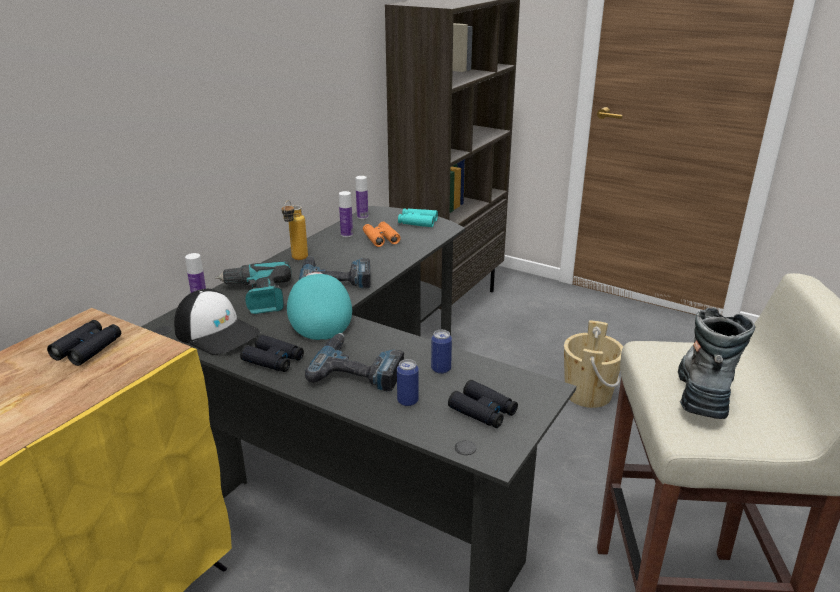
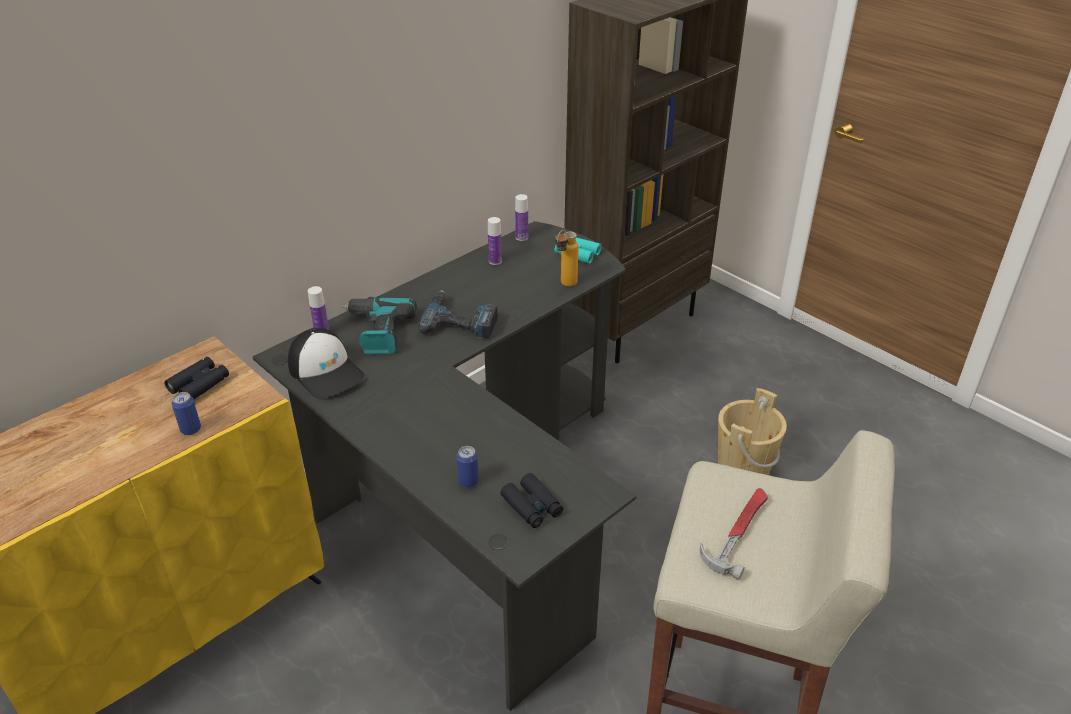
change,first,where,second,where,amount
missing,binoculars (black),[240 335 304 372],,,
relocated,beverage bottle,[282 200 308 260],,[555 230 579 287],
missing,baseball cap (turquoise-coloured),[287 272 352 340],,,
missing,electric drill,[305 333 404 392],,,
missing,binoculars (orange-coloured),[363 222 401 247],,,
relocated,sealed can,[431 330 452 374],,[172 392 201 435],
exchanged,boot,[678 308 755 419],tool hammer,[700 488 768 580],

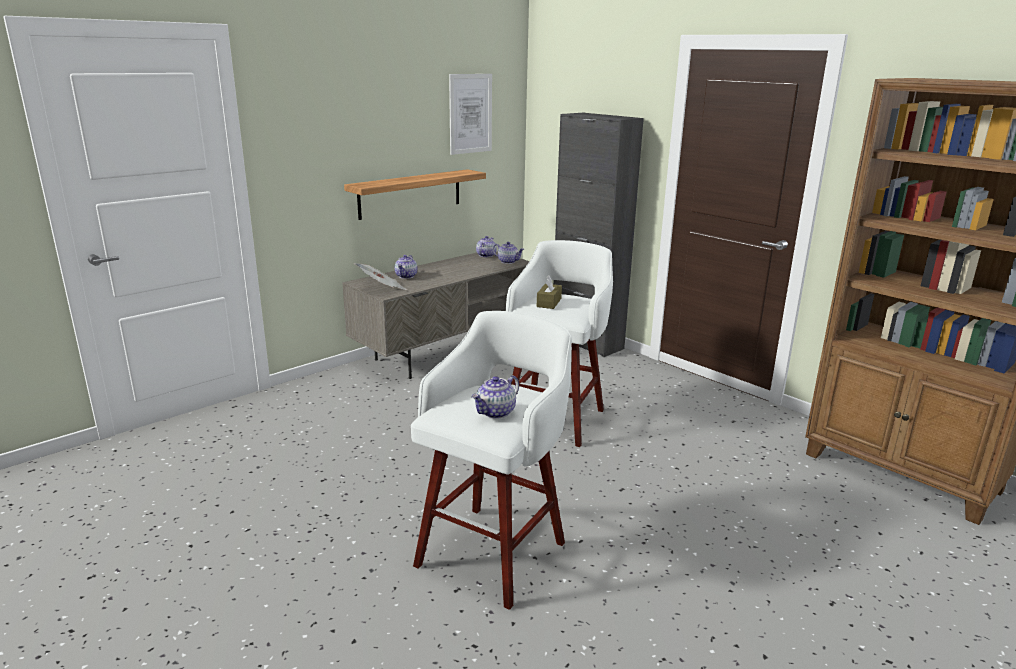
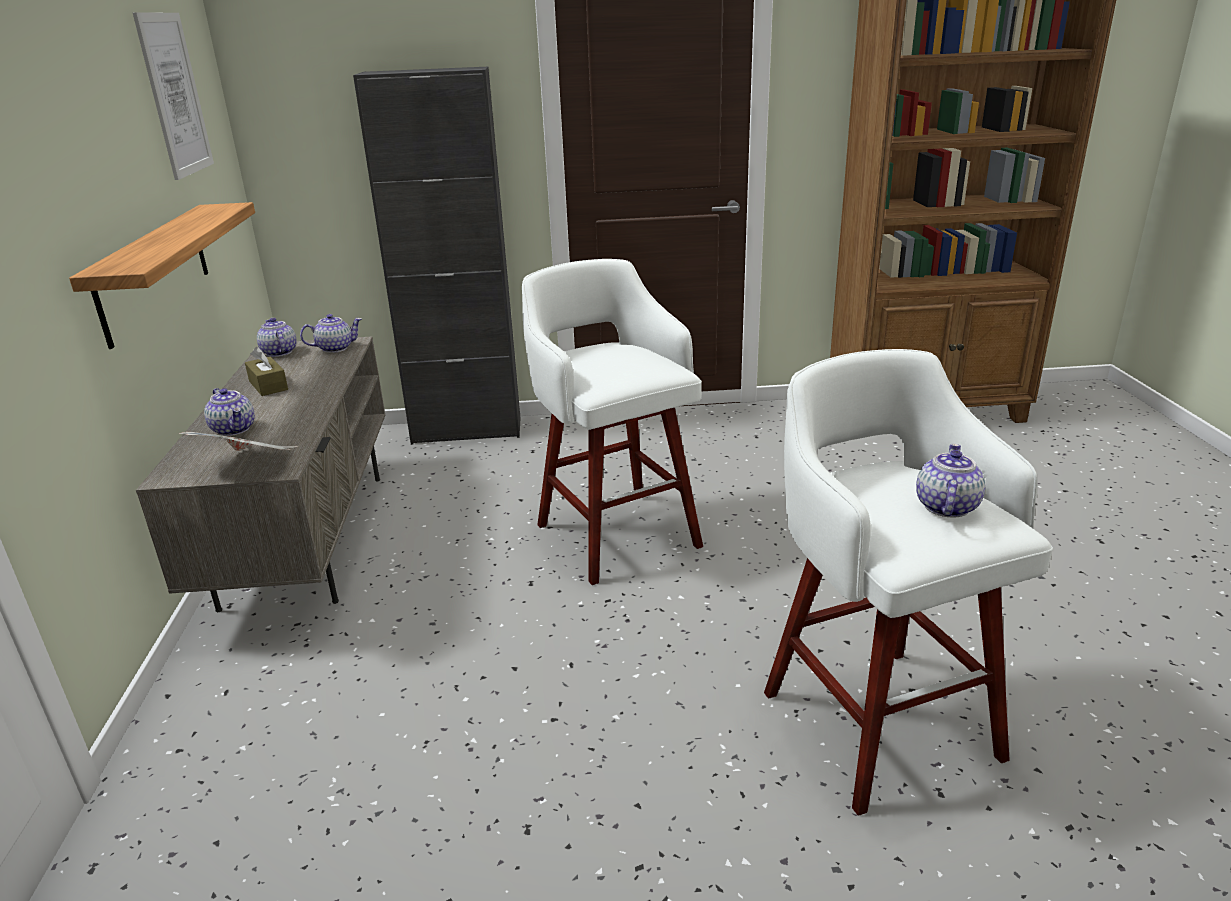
change,first,where,second,where,amount
spun,pot for tea,[472 375 519 419],,[916 443 986 517],150 degrees counterclockwise
relocated,box of tissues (brownish),[537 276 562 309],,[245 347 288 396],

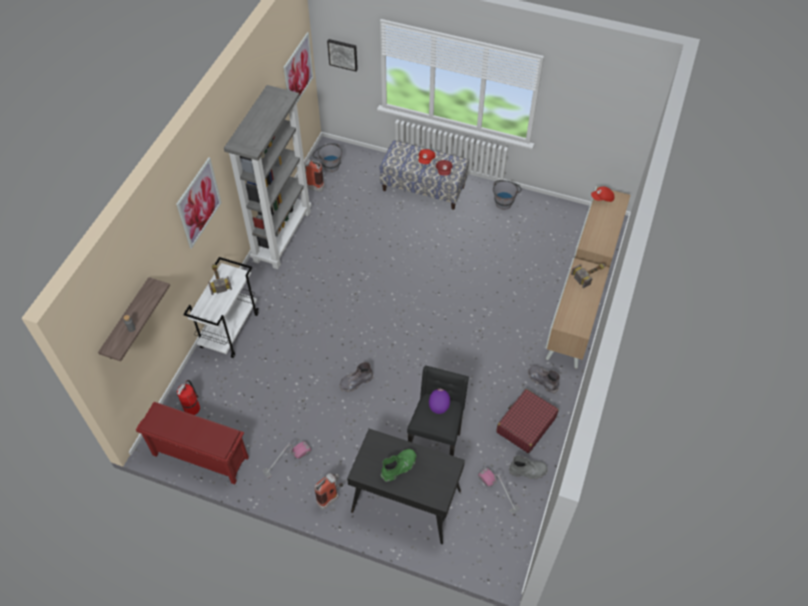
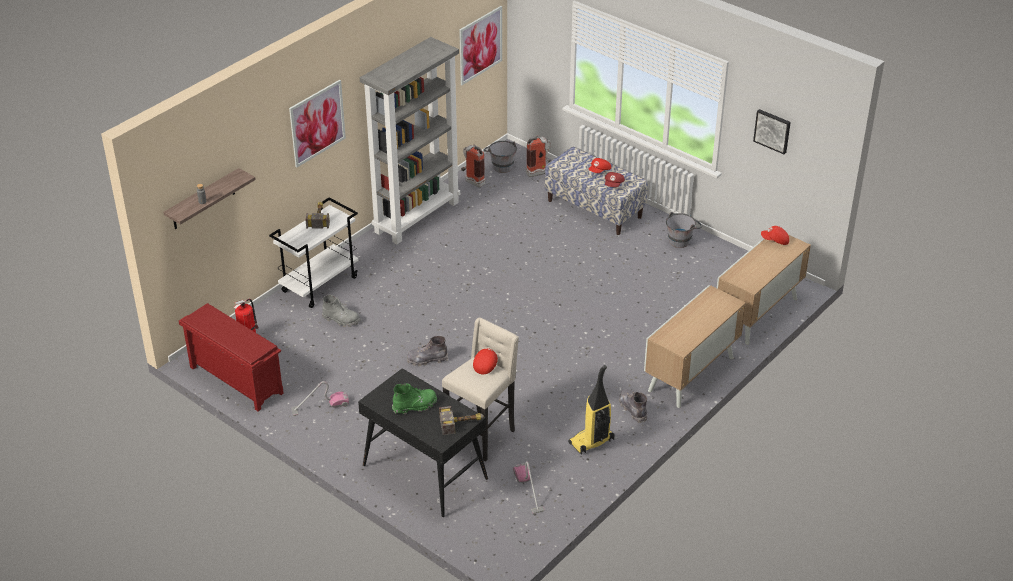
change,first,where,second,where,amount
relocated,extinguisher,[314 473 343 510],,[526 135 552 177],
relocated,wall picture,[327 39 358 71],,[753 109 791 154],
colour,stool seat (black),[407 365 469 456],stool seat (beige),[442 317 519 462],
colour,baseball cap (purple),[429 388 450 414],baseball cap (red-coloured),[473 348 498 374],
exchanged,travel case (red-coloured),[496 389 559 453],vacuum cleaner,[568 365 615 455],
relocated,boot (greyish),[509 455 548 479],,[322 295 360 327],
relocated,tool hammer,[571 264 605 288],,[439 406 484 435],

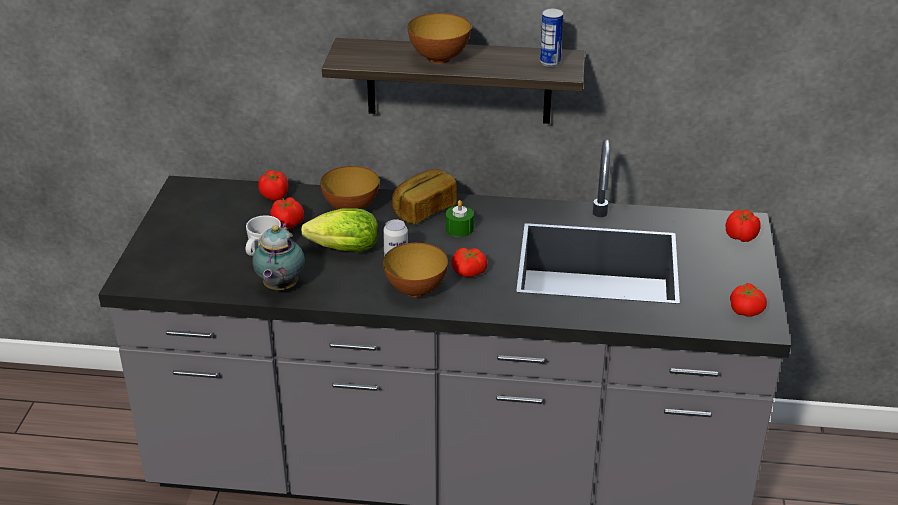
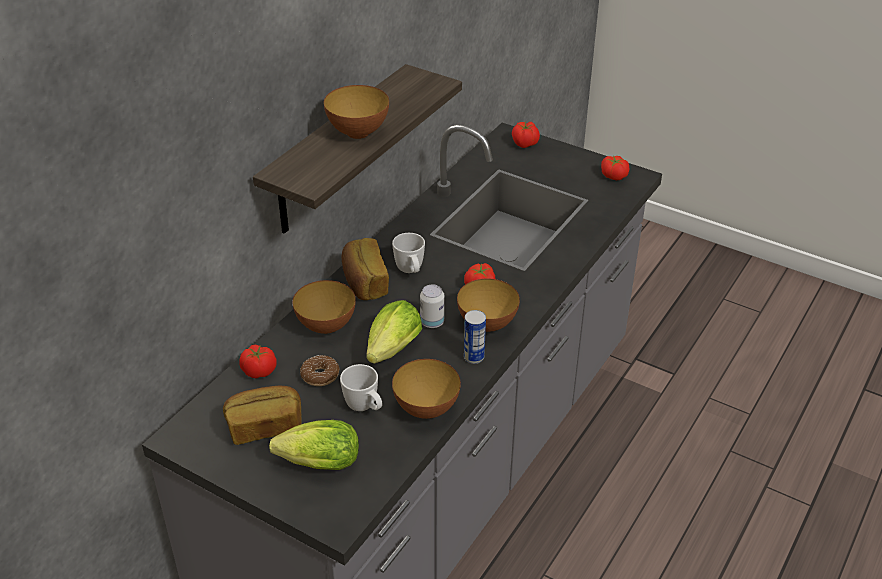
change,first,where,second,where,amount
exchanged,pot for tea,[252 223 305 290],deep dish,[392 359 461 419],
exchanged,tomato,[270 197 304 229],doughnut,[300 355 340 386],
exchanged,wax candle (green),[446 200 474 237],tea mug (white),[392 233 425 273],
relocated,sealed can,[540 9 563 67],,[464 310 486 364],
appeared,,,bread,[223 386 302 445],
appeared,,,lettuce,[269 420 359 470],

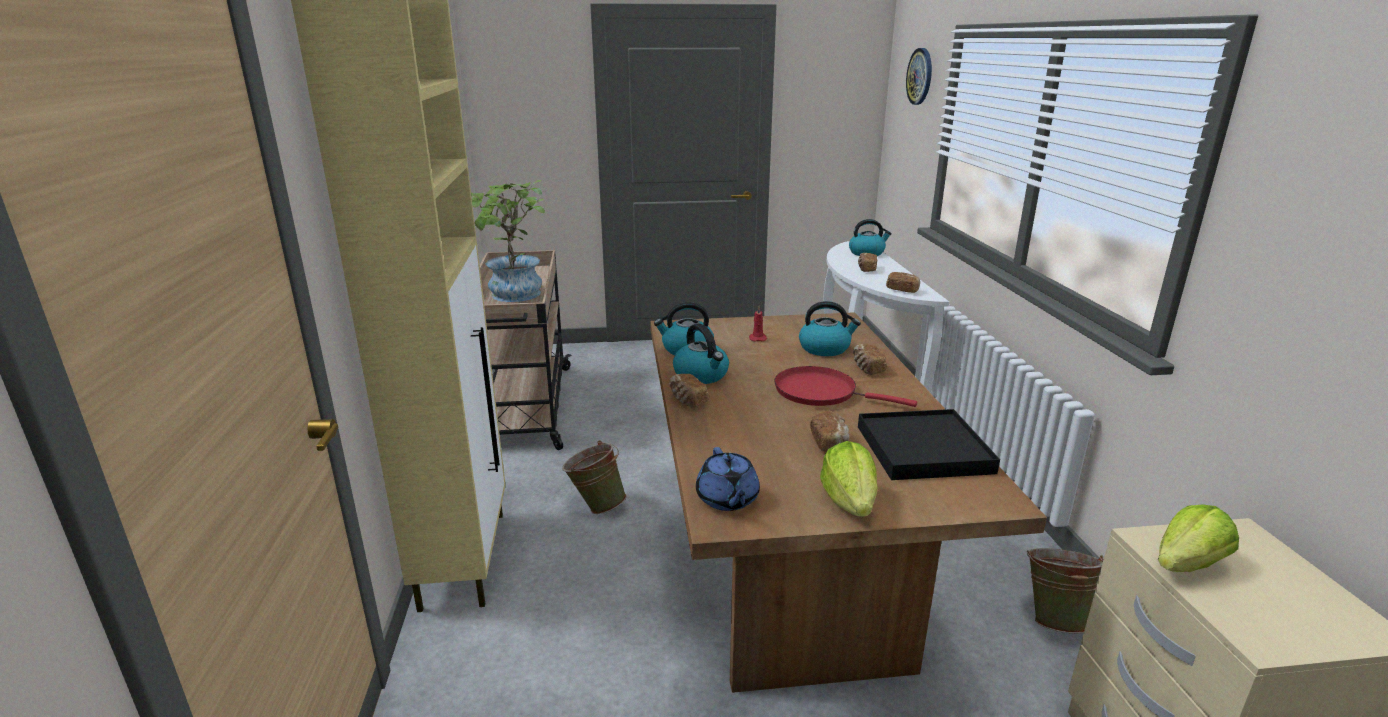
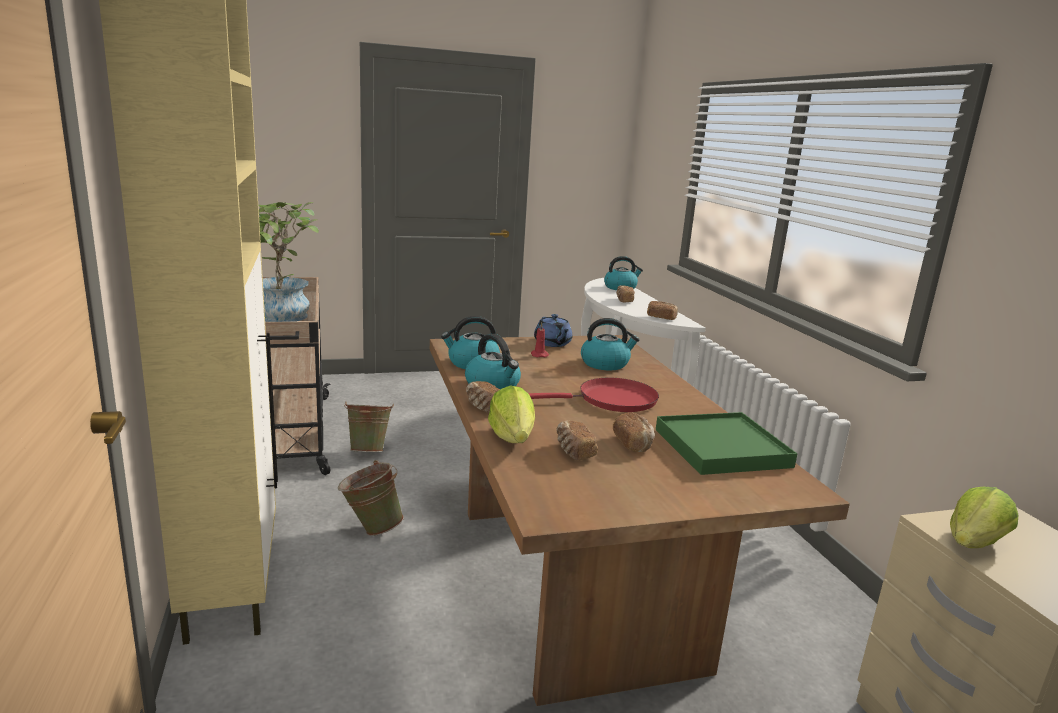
change,first,where,second,where,amount
relocated,pot for tea (bluish),[696 447 760 511],,[534 314 572 347],
spun,frying pan (red-coloured),[774 366 917 407],,[528 378 659 412],150 degrees clockwise
relocated,lettuce,[820 441 878 517],,[488 385 535 443],
relocated,bread,[853 344 887 375],,[556 421 598 461],
colour,serving tray (black),[858 409 1000 480],serving tray (green),[656 412 798 475],
missing,hanging clock,[906 48 932 105],,,
relocated,bucket (green),[1027 548 1104 634],,[344 401 394 452],

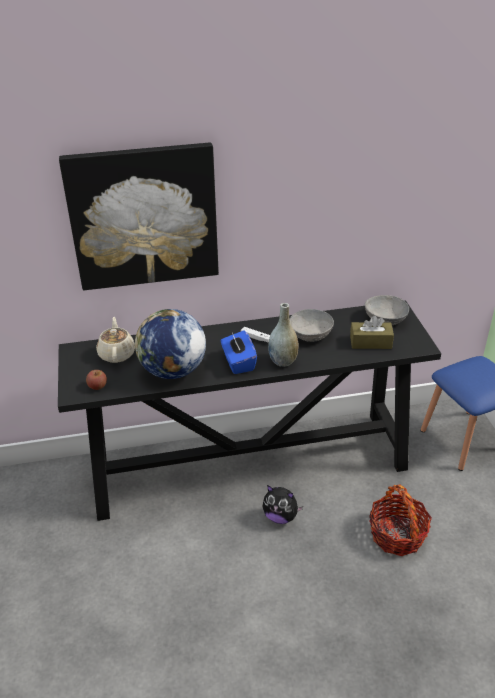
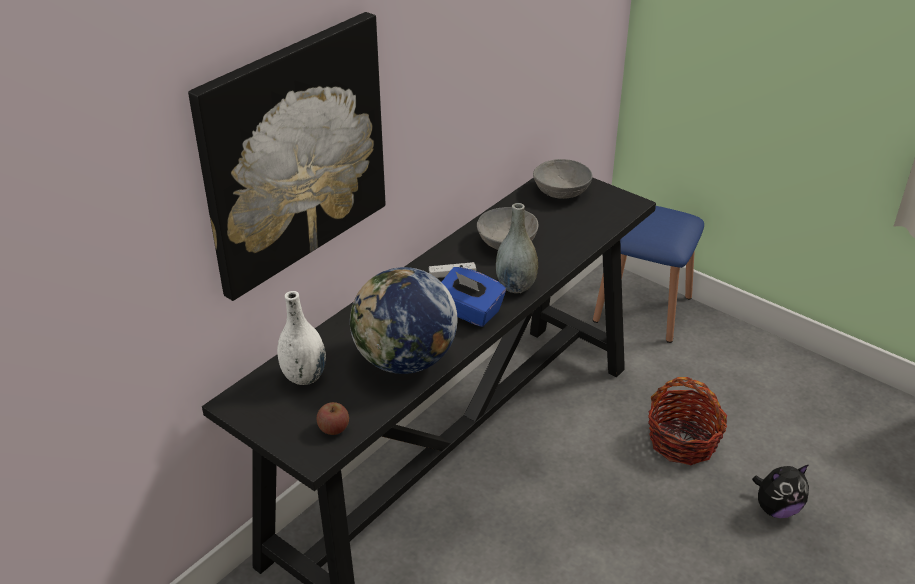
change,first,where,second,where,amount
exchanged,pot for tea (beige),[96 317 135 363],decorative vase (white),[277 291 326 385],
relocated,cuddly toy,[262 485 303 524],,[752 464 809 518],
missing,box of tissues (brownish),[350 315 394 349],,,

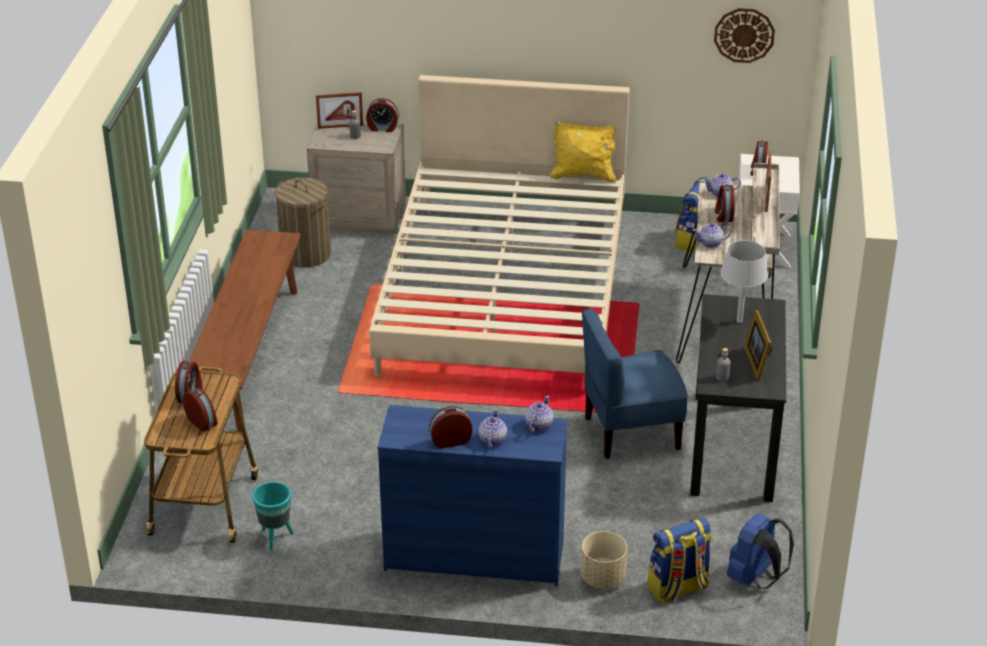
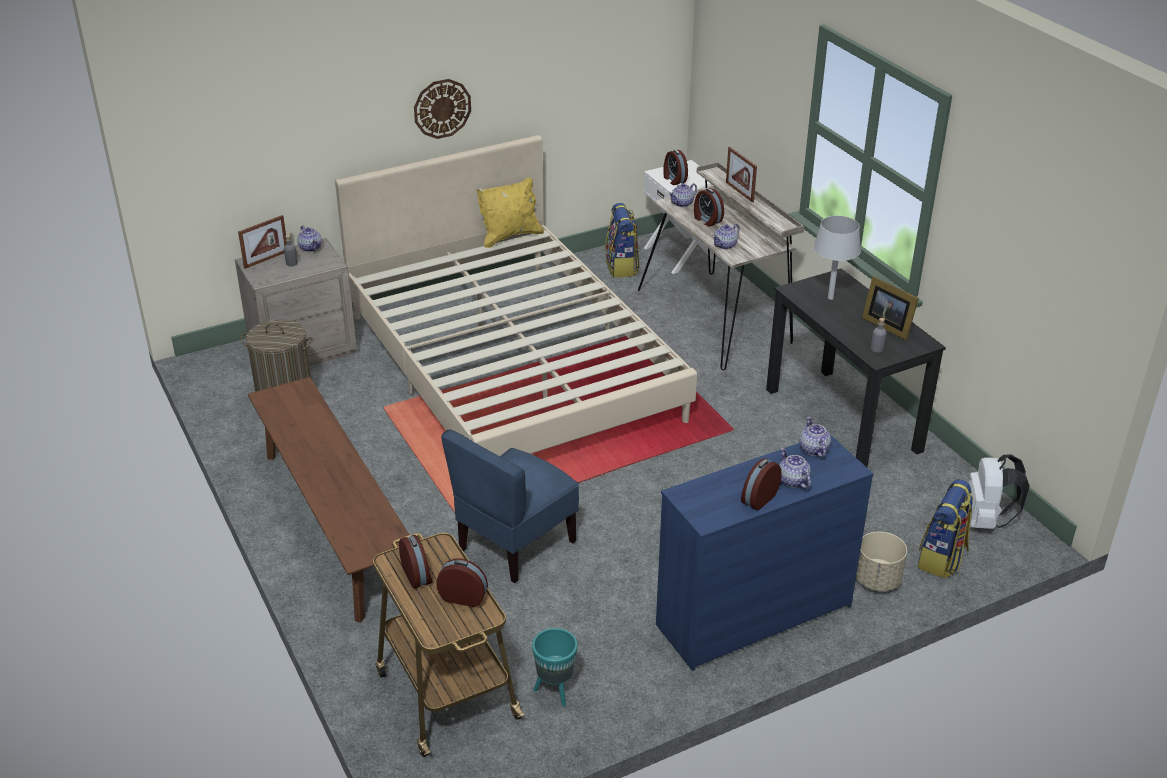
change,first,where,second,where,amount
exchanged,alarm clock,[366 98 399 132],pot for tea,[297 226 322 252],
relocated,plain chair (bluish),[582 309 688 459],,[441 429 579 583],
relocated,hanging clock,[714 8 775 63],,[414 79 471 139],
colour,rucksack (bluish),[727 514 794 589],rucksack (white),[967 454 1029 529],

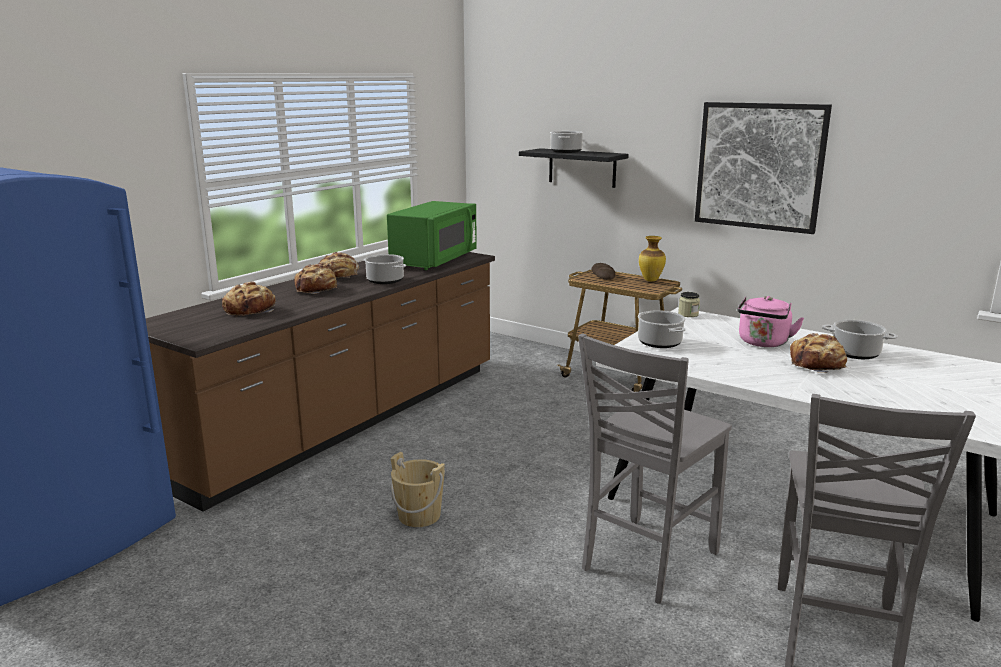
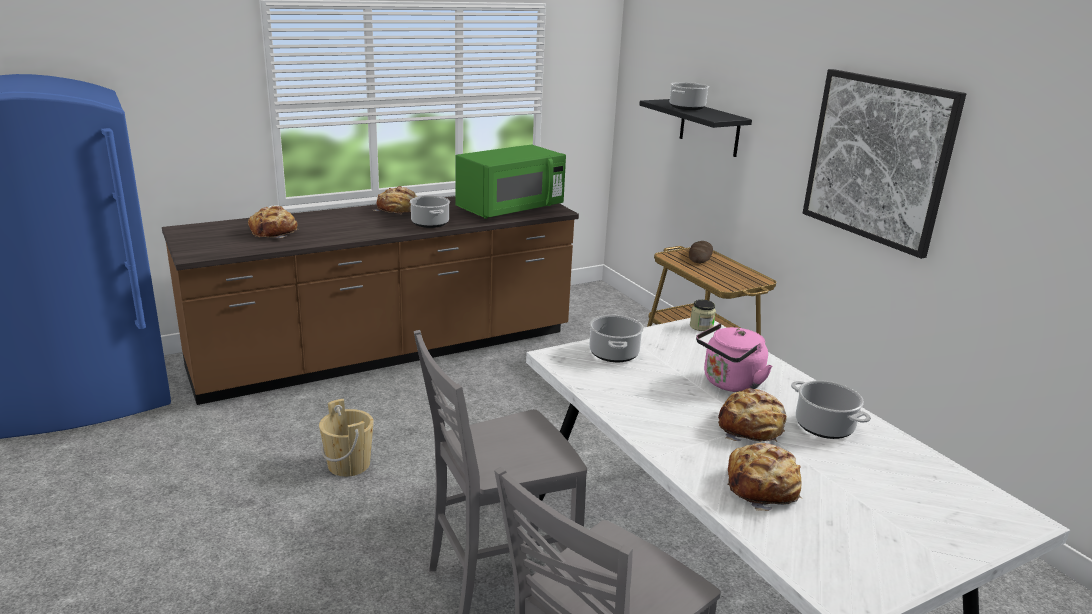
change,first,where,second,where,amount
relocated,bread,[294 264 337 294],,[727 443 803 511],
missing,decorative vase,[639 236 666 281],,,

